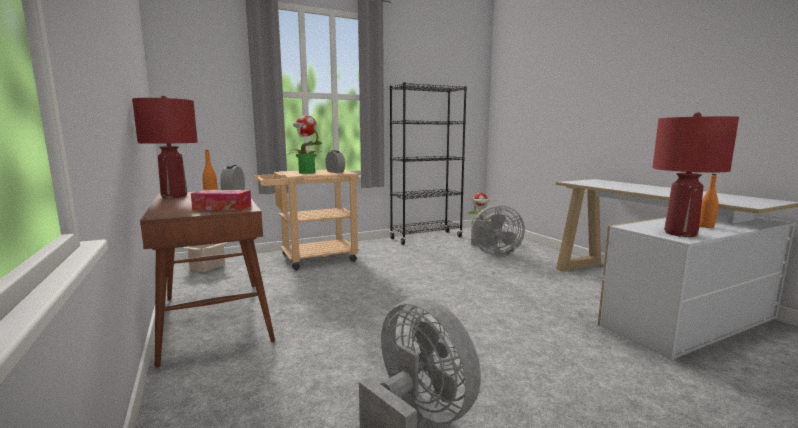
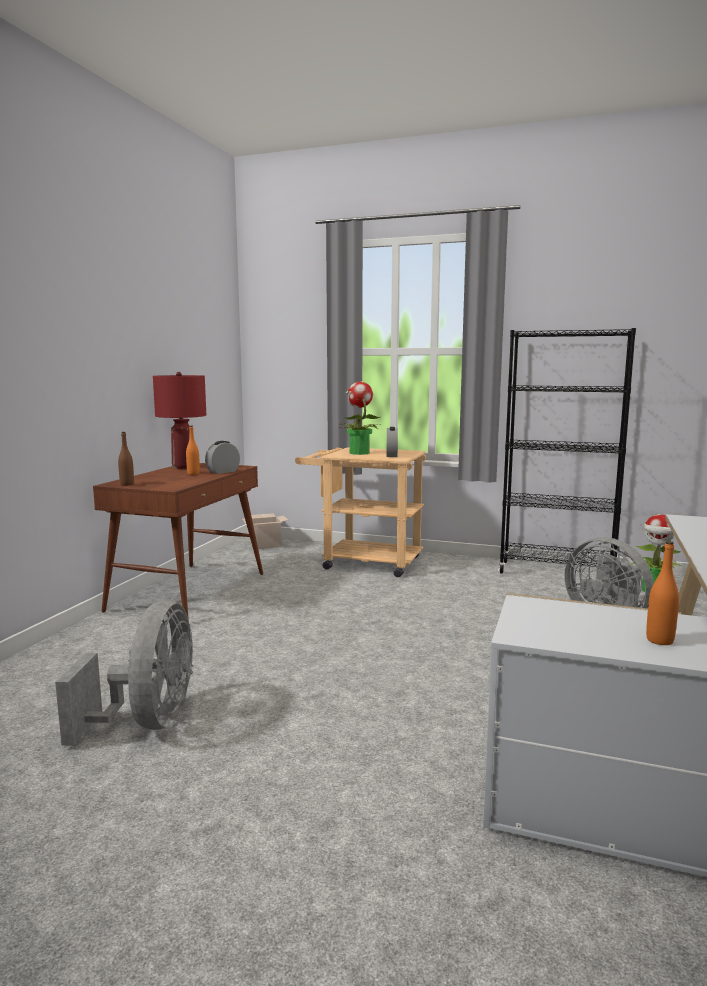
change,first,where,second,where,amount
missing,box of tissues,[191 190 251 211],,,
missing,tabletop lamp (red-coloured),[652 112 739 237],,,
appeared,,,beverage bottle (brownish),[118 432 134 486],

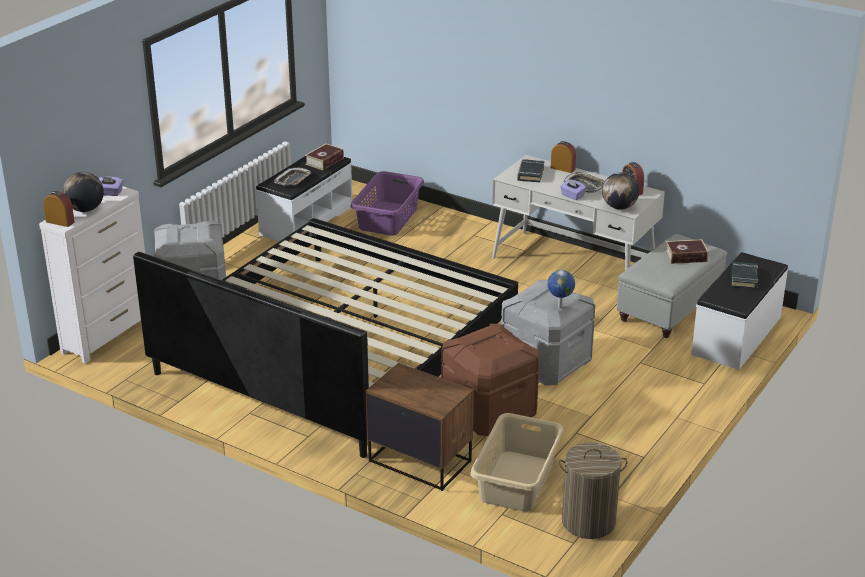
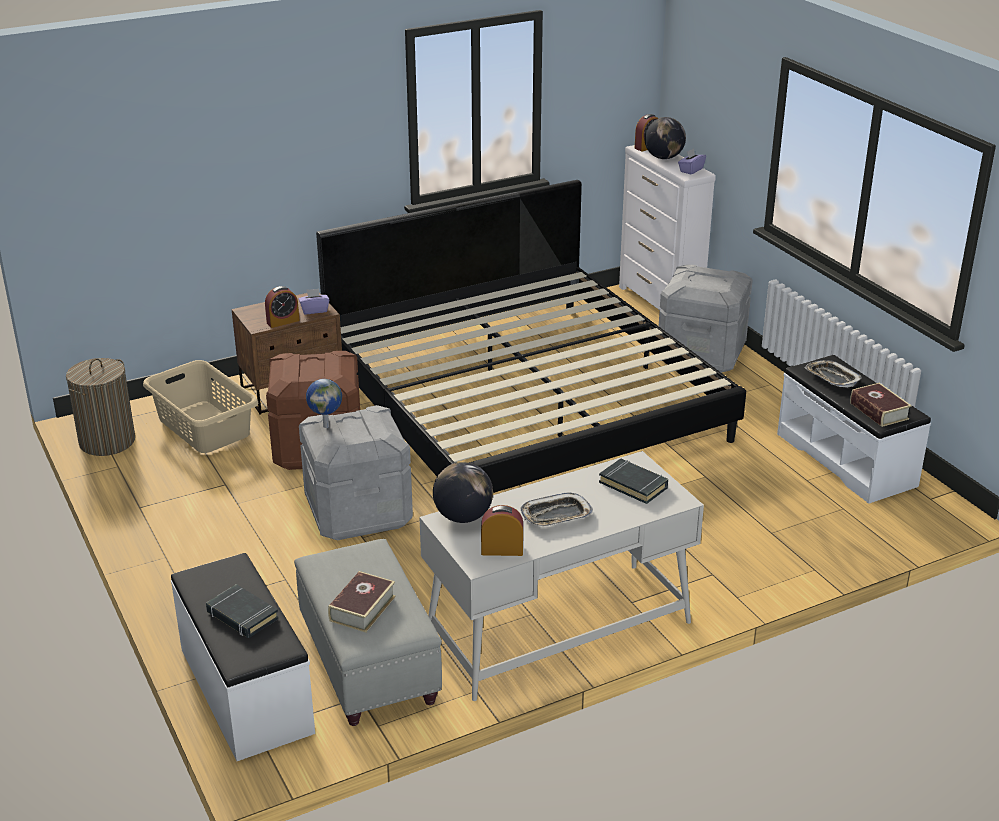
change,first,where,second,where,amount
missing,hamper (purple),[350 171 424 235],,,
relocated,alarm clock,[551 141 576 173],,[265 286 300 328],
relocated,box of tissues (purple),[560 179 586 200],,[299 288 329 314],

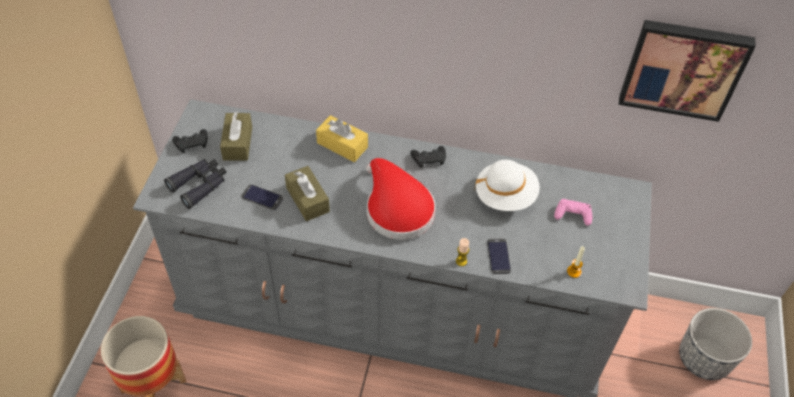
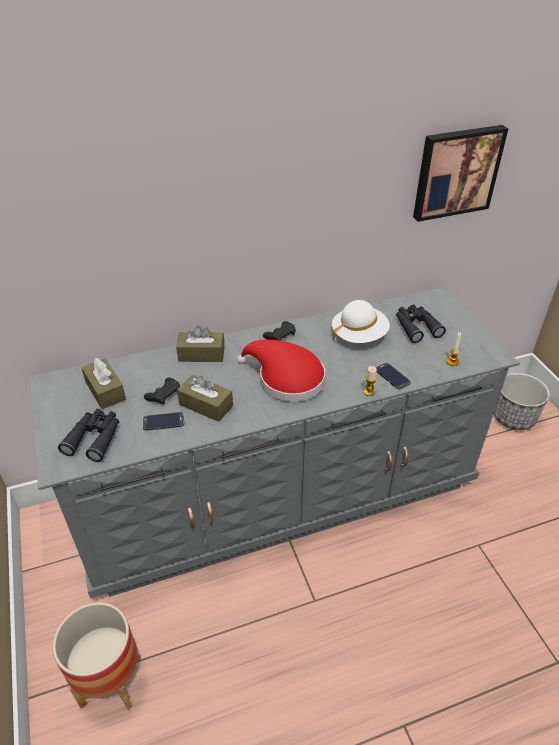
change,first,where,second,where,amount
relocated,gamepad (black),[172 129 208 153],,[144 378 180 405],
colour,box of tissues (yellow),[316 115 368 162],box of tissues (brownish),[176 325 225 362],
exchanged,gamepad (pink),[554 199 592 226],binoculars (black),[396 304 446 343],

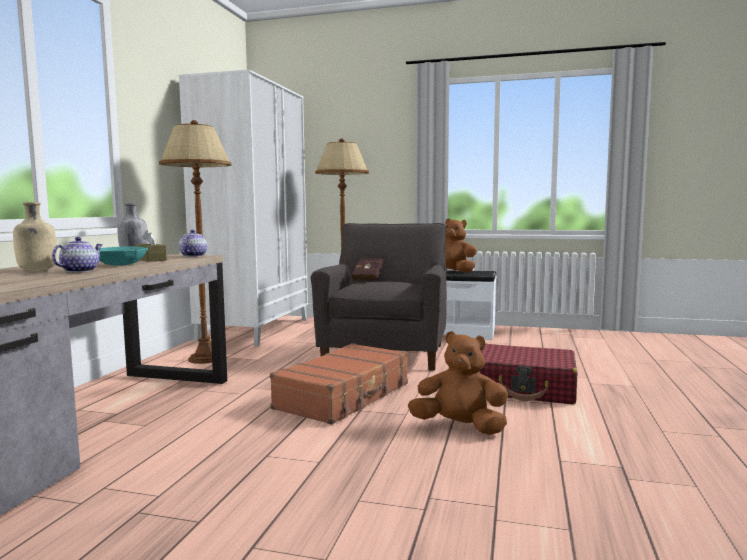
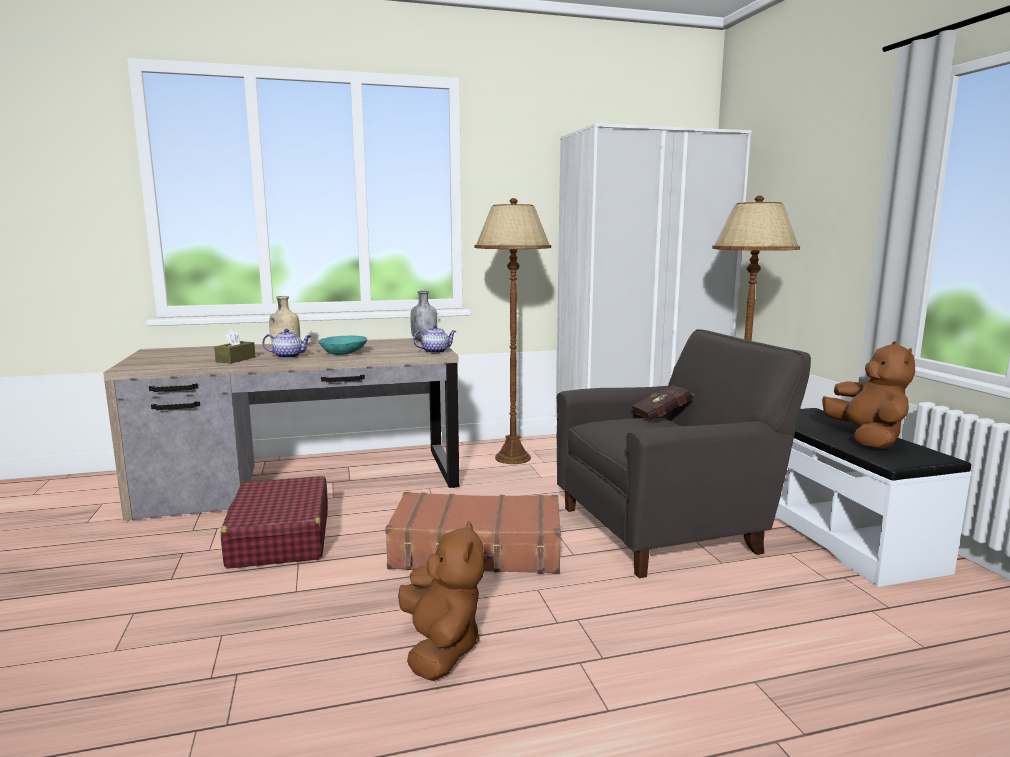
change,first,where,second,where,amount
relocated,box of tissues (brownish),[136 230 167 262],,[214 329 255 363],
relocated,travel case (red-coloured),[479 344 578 404],,[221 476 328 569],

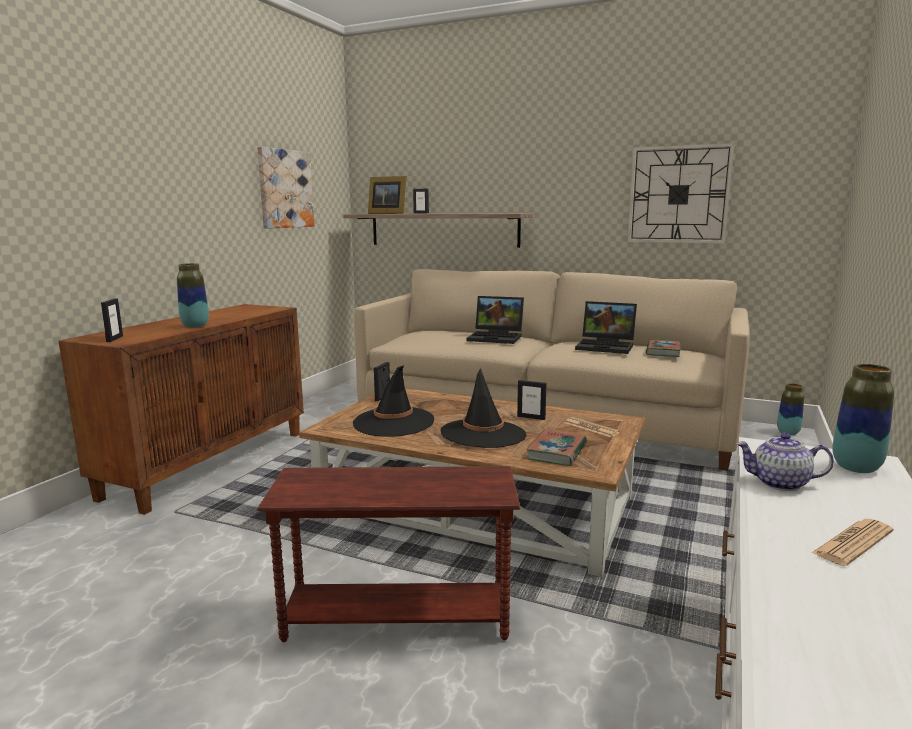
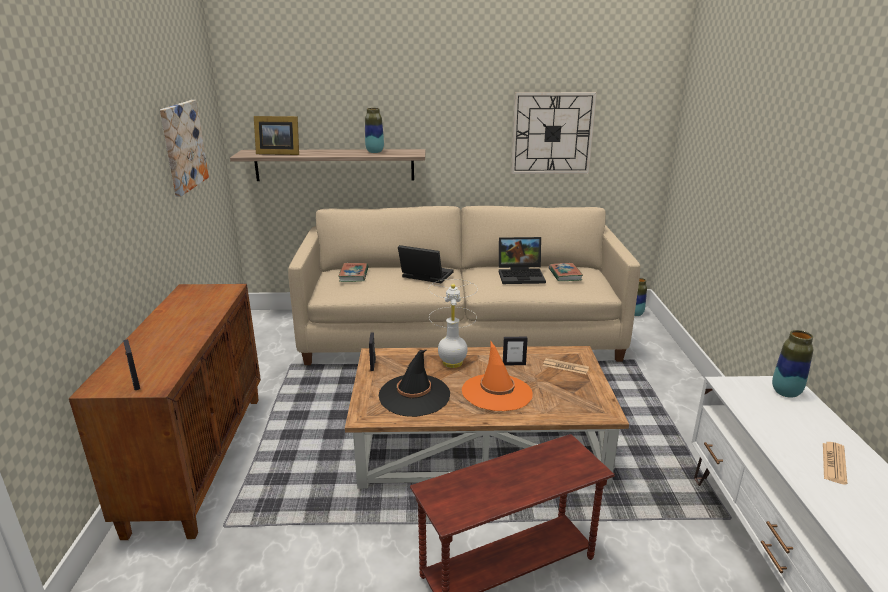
change,first,where,second,where,amount
relocated,decorative vase,[177 263 209 328],,[365 108 384 153],
missing,picture frame,[413 189 429 213],,,
colour,hat (black),[441 368 526 448],hat (orange-coloured),[462 342 533 411],
spun,laptop,[467 296 524 344],,[398 245 453 283],150 degrees counterclockwise
relocated,volume,[526 429 587 466],,[338 263 369 282],
missing,pot for tea,[736 433 834 491],,,
appeared,,,tabletop lamp (white),[429 279 478 368],

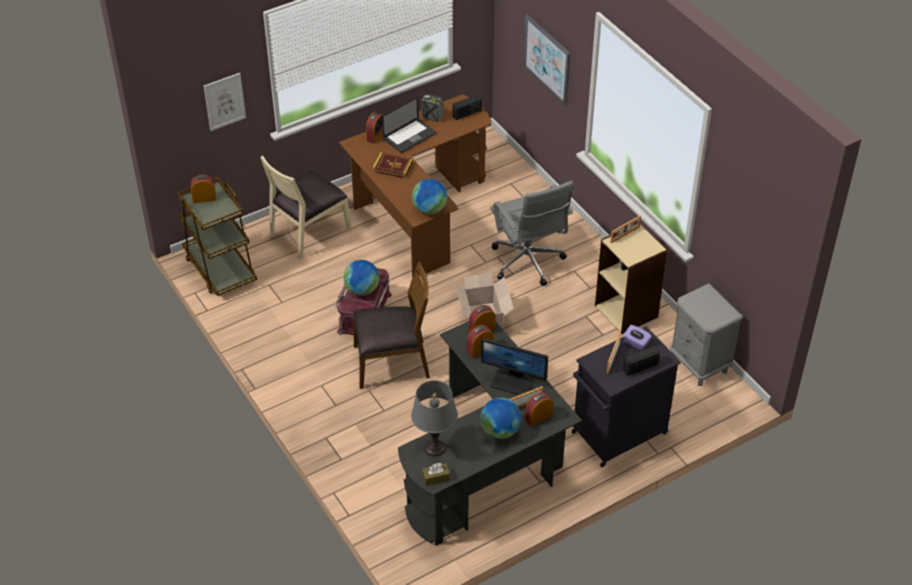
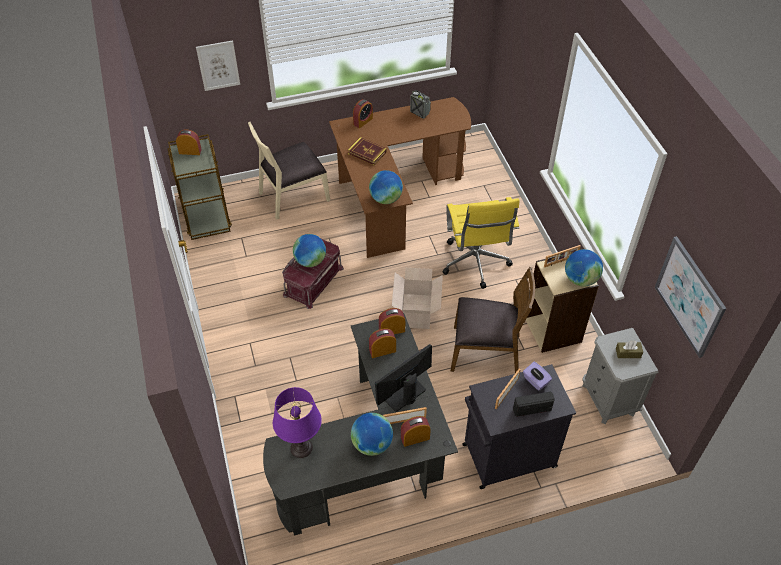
change,first,where,second,where,amount
relocated,plain chair (brownish),[353 262 430 389],,[451 267 535 373],
missing,laptop,[382 97 436 153],,,
colour,tabletop lamp (greyish),[411 380 458 457],tabletop lamp (purple),[273 387 322 458],
relocated,box of tissues (brownish),[422 463 450 486],,[616 341 643 358],
missing,radio,[453 94 482 120],,,
spun,monitor,[481 338 548 395],,[375 344 432 412],105 degrees clockwise
colour,computer chair (greyish),[490 181 573 286],computer chair (yellow),[442 197 520 289],
relocated,wall picture,[523 14 570 105],,[655 236 727 358],
appeared,,,globe,[565 249 603 287],

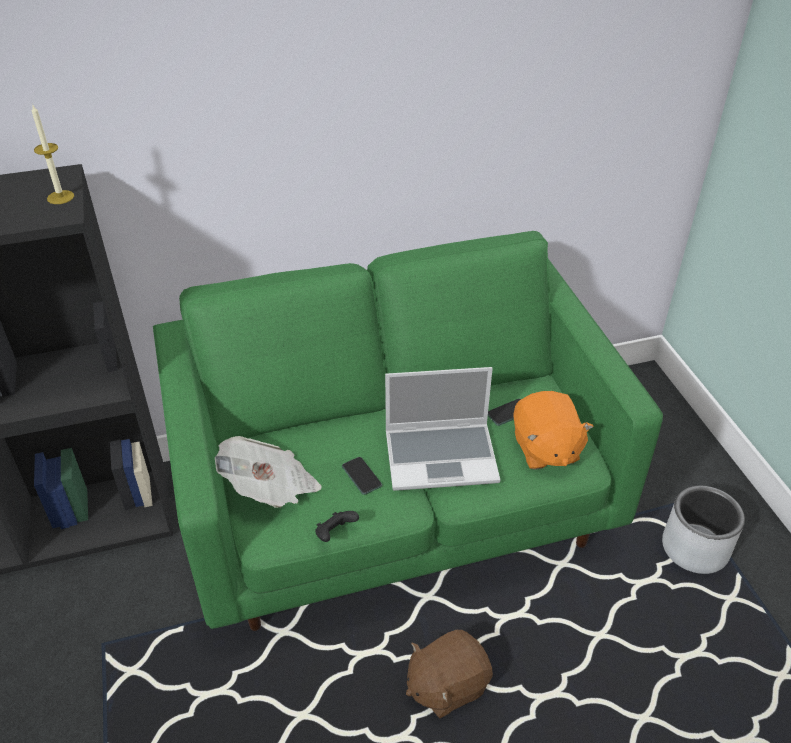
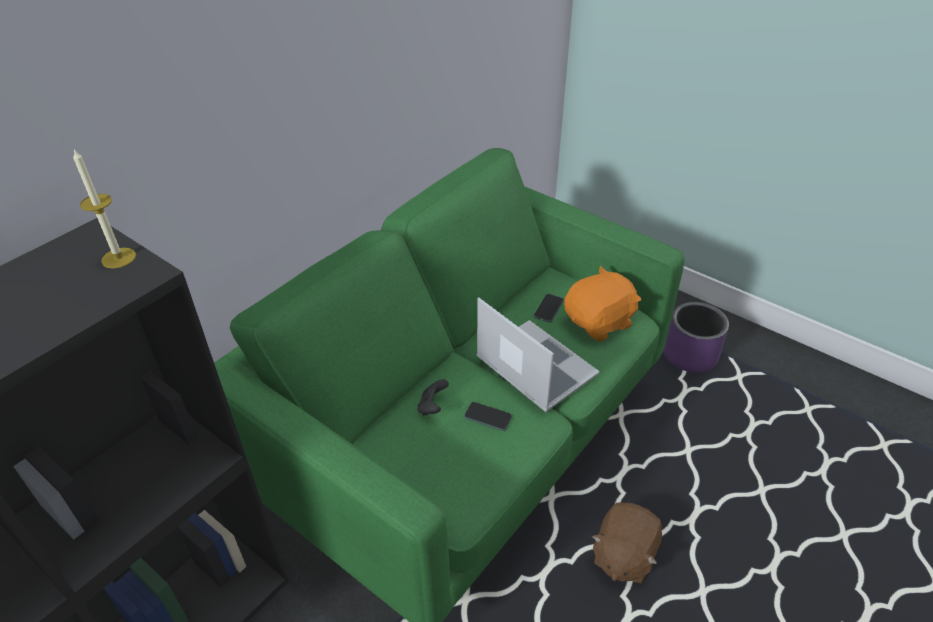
change,first,where,second,where,amount
missing,newspaper,[215 436 322 508],,,
relocated,gamepad (black),[315 511 359 542],,[418 379 449 415],
spun,laptop,[385 367 500 491],,[477 298 600 412],90 degrees counterclockwise
spun,cuddly toy (orange-coloured),[513 391 594 470],,[564 266 641 342],75 degrees counterclockwise
colour,plant pot (greyish),[662 486 745 574],plant pot (purple),[664 302 729 373],

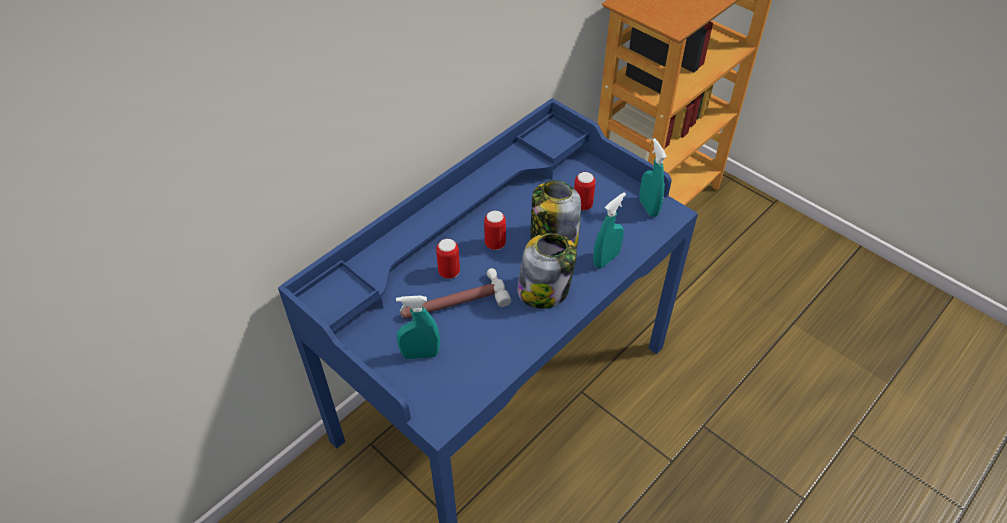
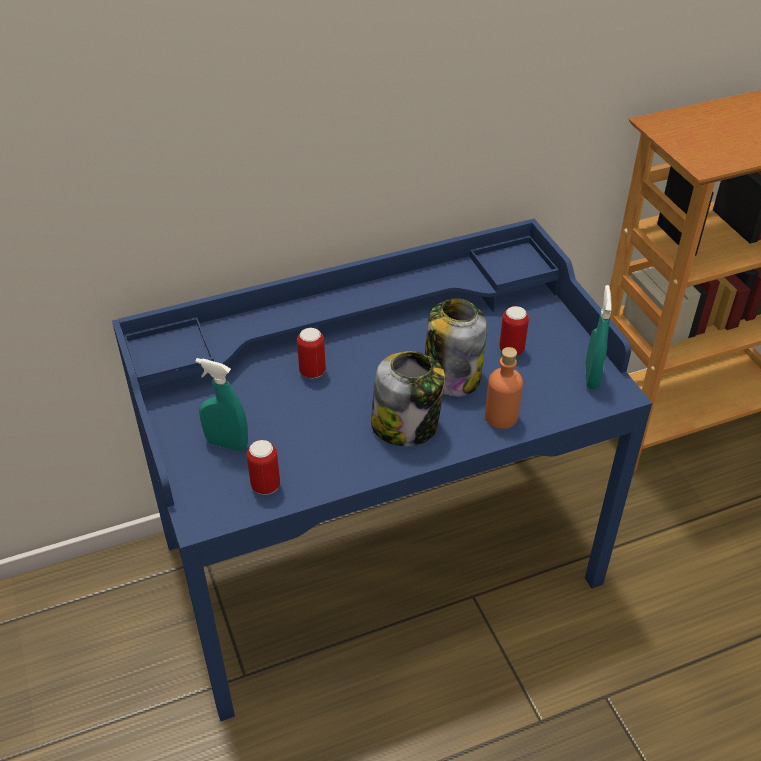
change,first,where,second,where,amount
missing,tool hammer,[400 268 511 318],,,
relocated,sealed can,[484 211 506 250],,[247 440 280 495],
exchanged,spray bottle (turquoise-coloured),[593 192 626 268],beverage bottle (orange-coloured),[485 347 523 429],

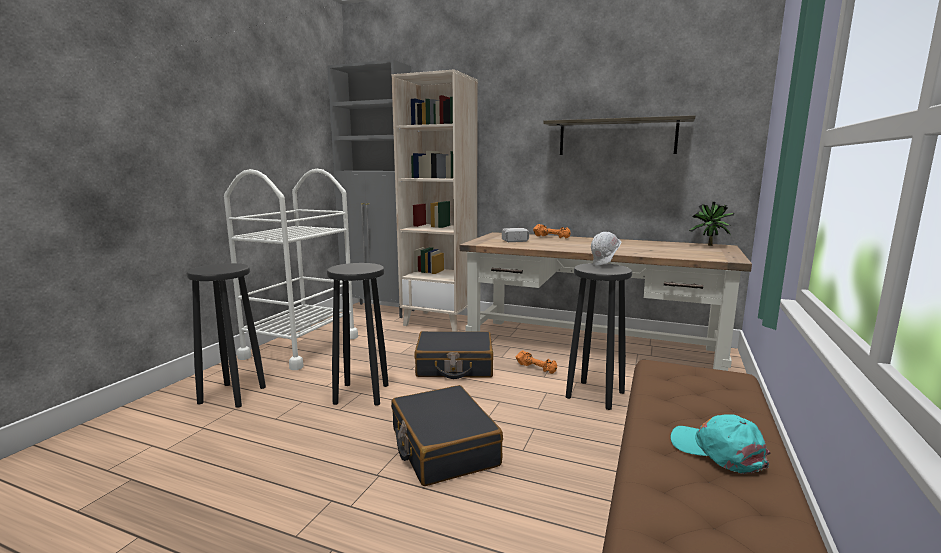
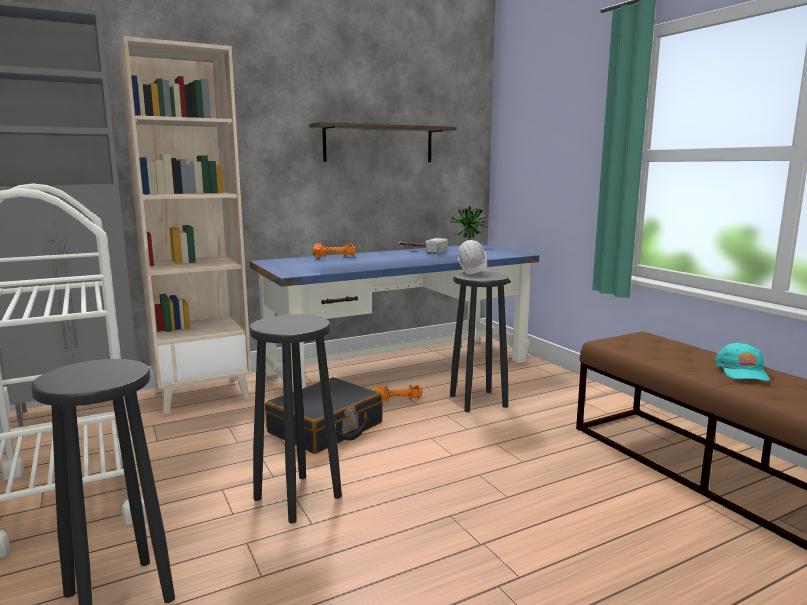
change,first,where,second,where,amount
missing,travel case (black),[391 385 503 486],,,
colour,desk unit (brownish),[460 232 752 371],desk unit (bluish),[249 244 539 392],
relocated,tool hammer,[502 228 529 242],,[398 238 448 254],
spun,baseball cap (turquoise-coloured),[670 414 770 474],,[715 342 770 381],75 degrees counterclockwise

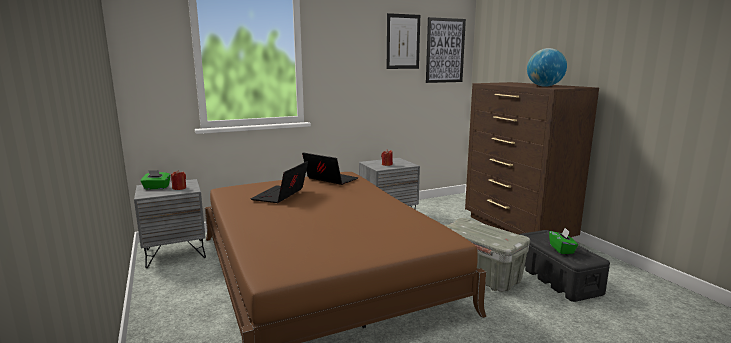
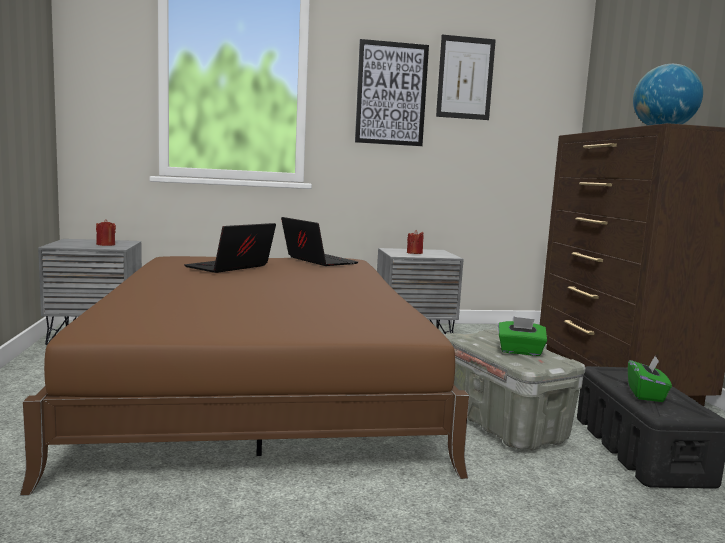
change,first,where,second,where,amount
relocated,box of tissues (green),[140 170 170 190],,[498 317 547 356],
relocated,wall picture,[426 17 466 83],,[355 39 429 146],

